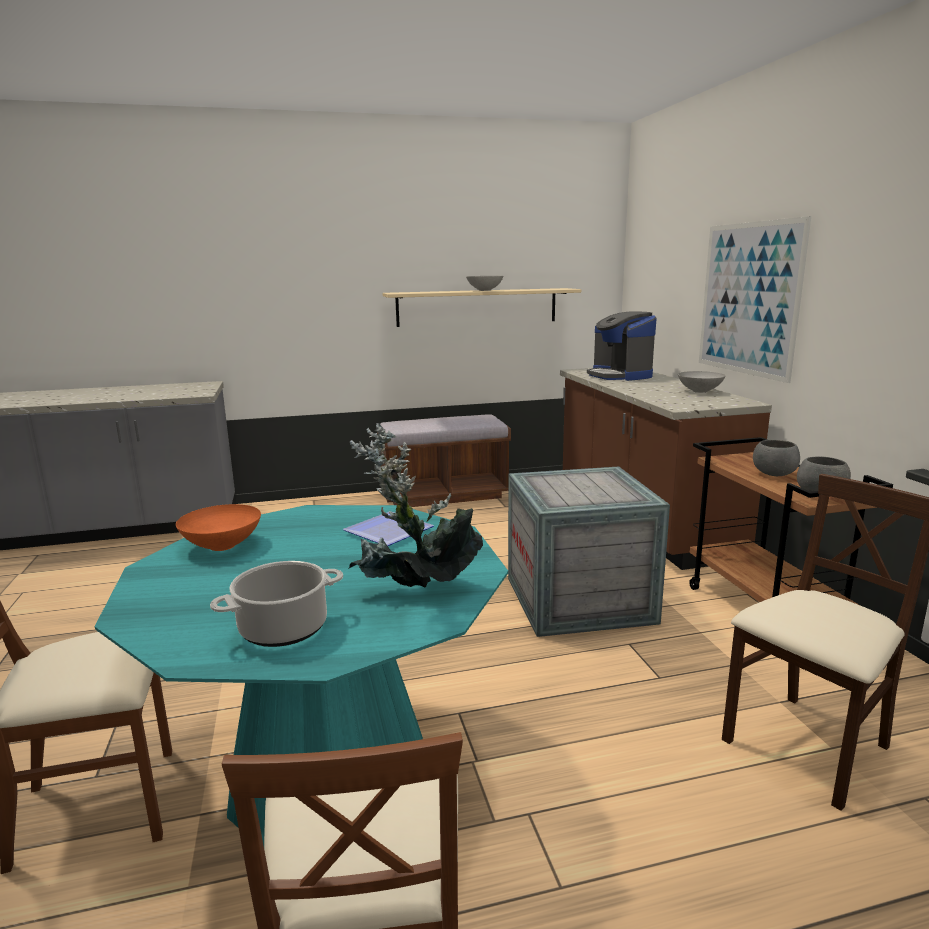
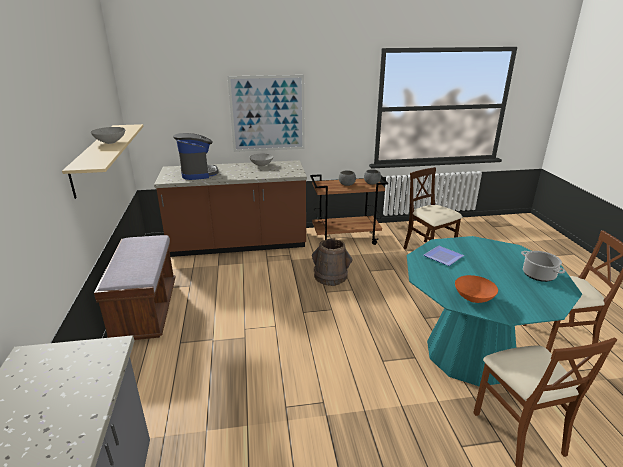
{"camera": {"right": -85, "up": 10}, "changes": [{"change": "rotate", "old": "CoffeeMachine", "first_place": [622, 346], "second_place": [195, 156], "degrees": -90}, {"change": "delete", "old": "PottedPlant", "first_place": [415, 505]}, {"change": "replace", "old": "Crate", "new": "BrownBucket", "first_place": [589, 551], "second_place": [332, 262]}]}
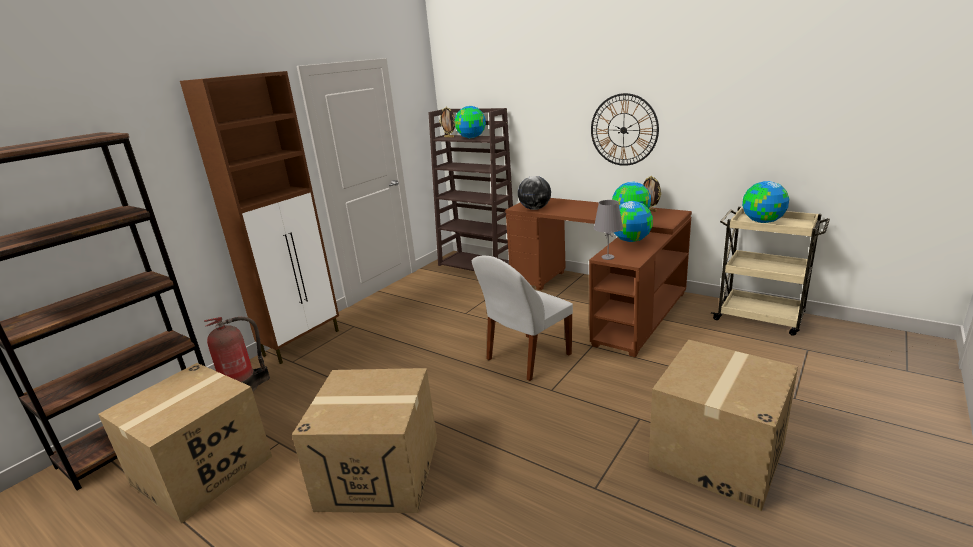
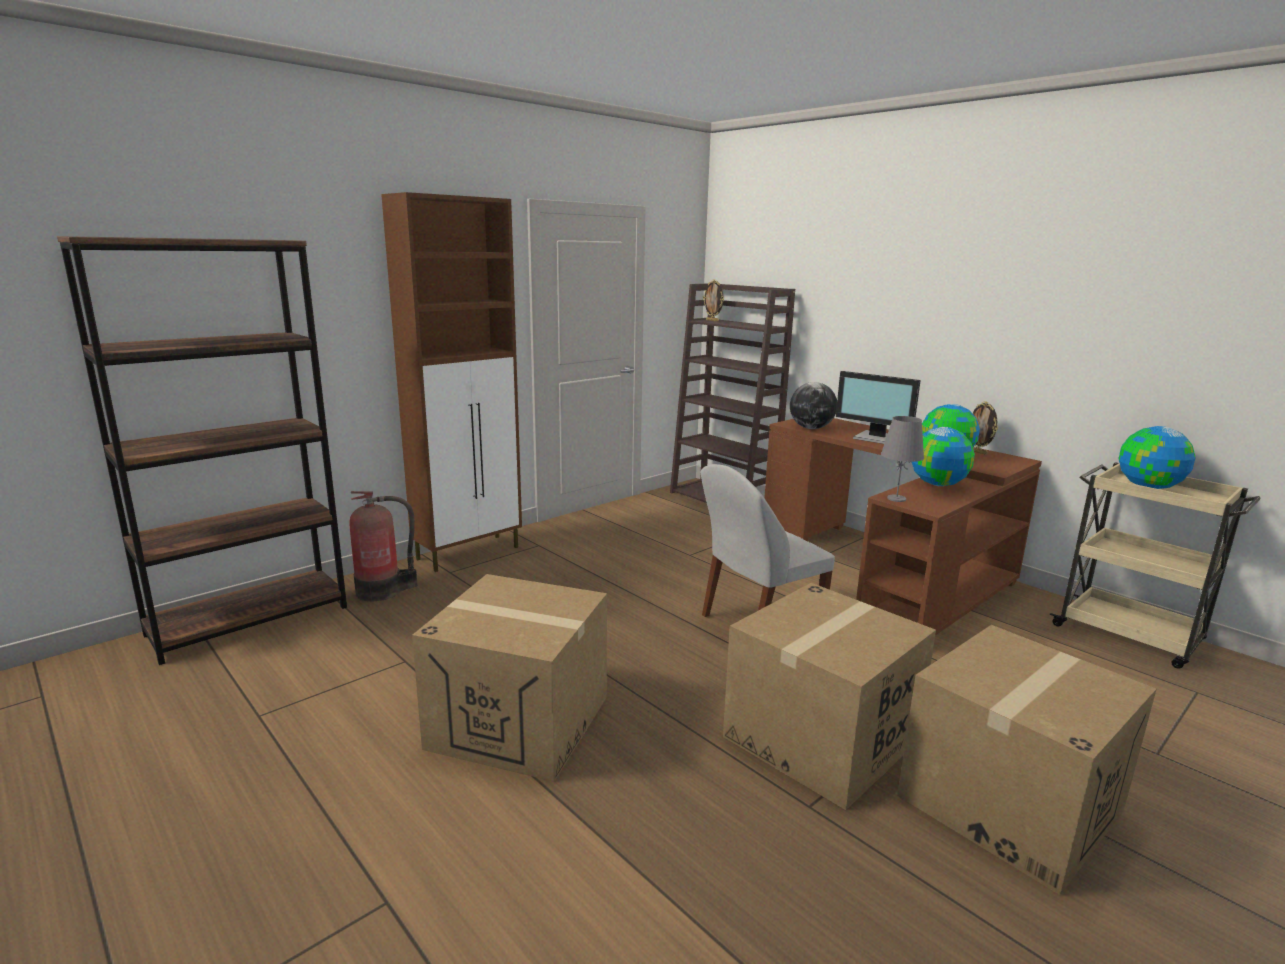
{"camera": {"right": 10, "up": -5}, "changes": [{"change": "delete", "old": "WallClock", "first_place": [625, 129]}, {"change": "delete", "old": "Globe", "first_place": [470, 122]}, {"change": "move", "old": "CardboardBox", "first_place": [185, 443], "second_place": [829, 696]}, {"change": "insert", "new": "Monitor", "second_place": [878, 407]}]}
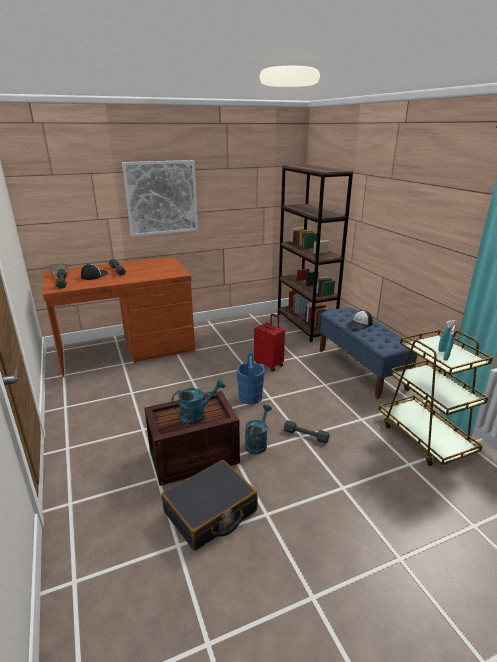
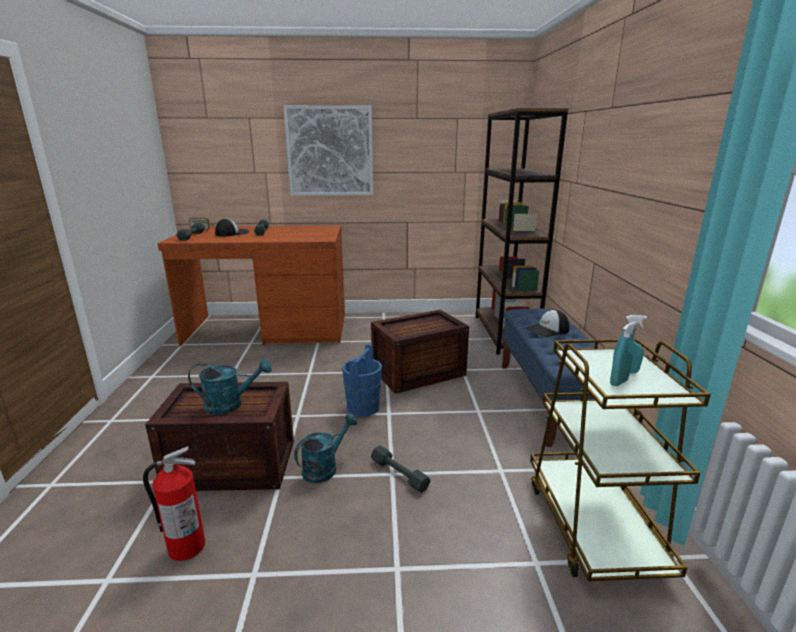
{"camera": {"right": 20, "up": -5}, "changes": [{"change": "replace", "old": "RedSuitcase", "new": "Crate", "first_place": [269, 343], "second_place": [420, 352]}, {"change": "replace", "old": "BlackSuitcase", "new": "FireExtinguisher", "first_place": [209, 505], "second_place": [174, 503]}]}
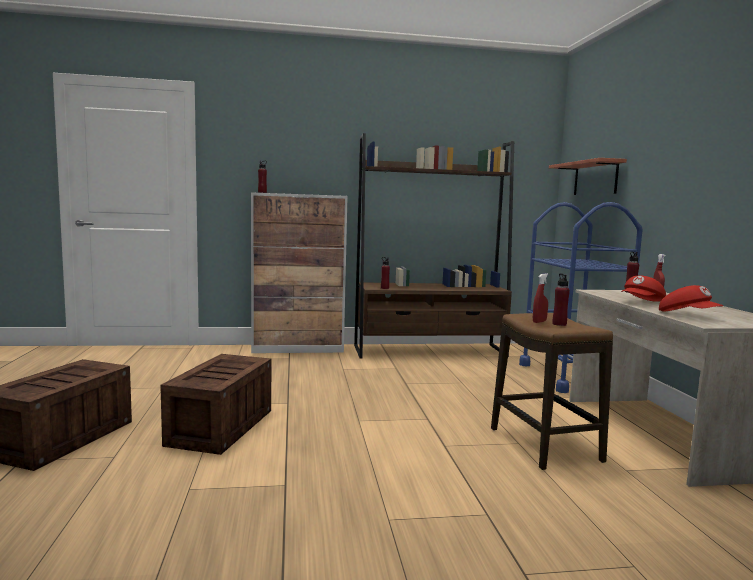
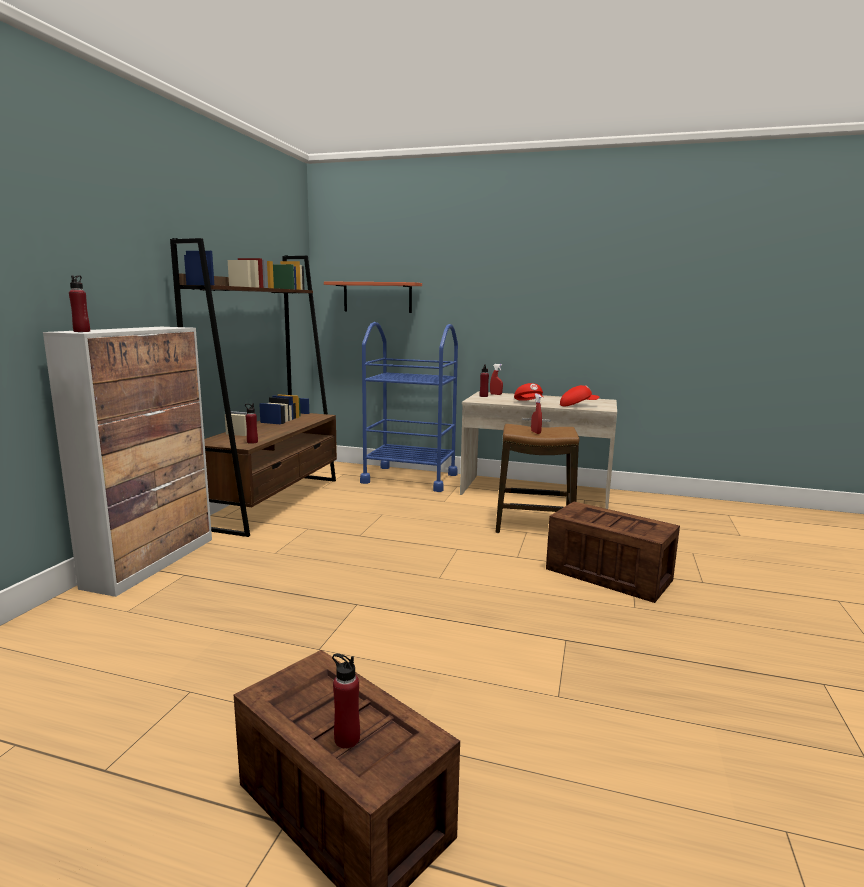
{"camera": {"right": -65, "up": 5}, "changes": [{"change": "move", "old": "RedBottle", "first_place": [561, 299], "second_place": [346, 701]}, {"change": "move", "old": "Crate", "first_place": [215, 404], "second_place": [613, 552]}]}
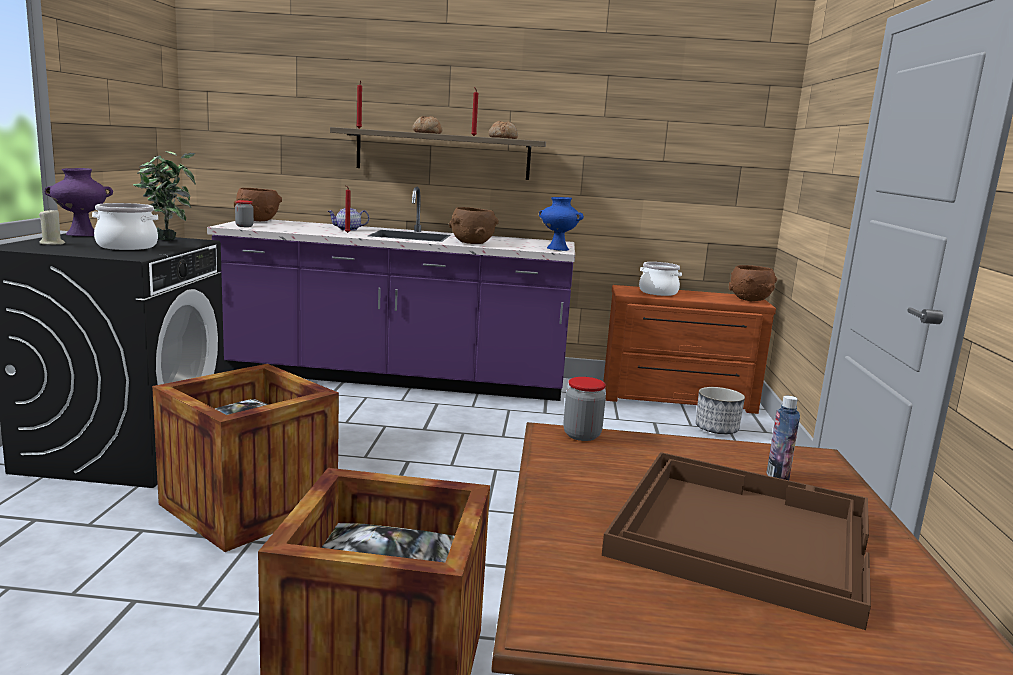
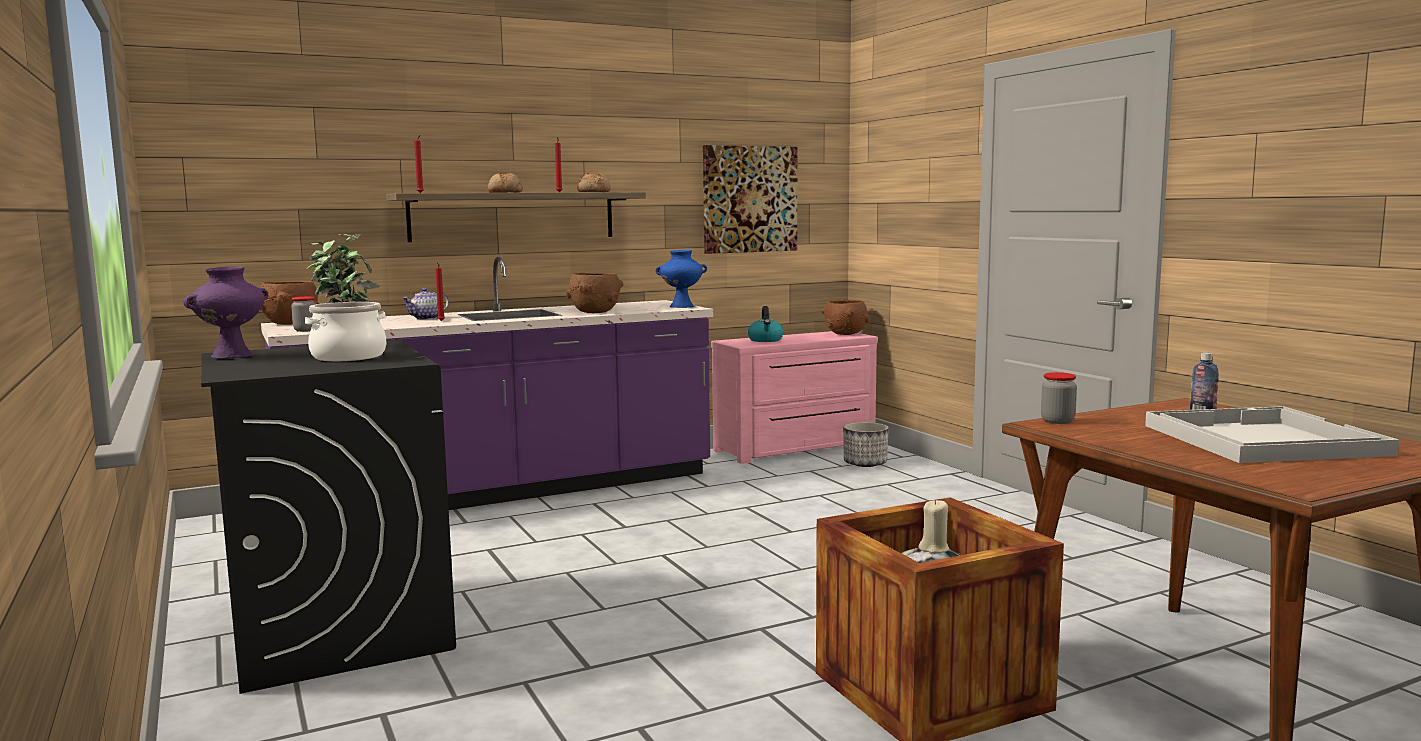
{"camera": {"right": -30, "up": -5}, "changes": [{"change": "move", "old": "BeigeCandle", "first_place": [52, 226], "second_place": [934, 526]}, {"change": "replace", "old": "CookingPot", "new": "Kettle", "first_place": [660, 279], "second_place": [766, 324]}, {"change": "recolor", "old": "BrownDresser", "new": "PinkDresser", "first_place": [689, 349], "second_place": [794, 397]}, {"change": "delete", "old": "Crate", "first_place": [245, 458]}, {"change": "recolor", "old": "BrownTray", "new": "WhiteTray", "first_place": [736, 541], "second_place": [1272, 434]}, {"change": "insert", "new": "Picture", "second_place": [750, 199]}]}
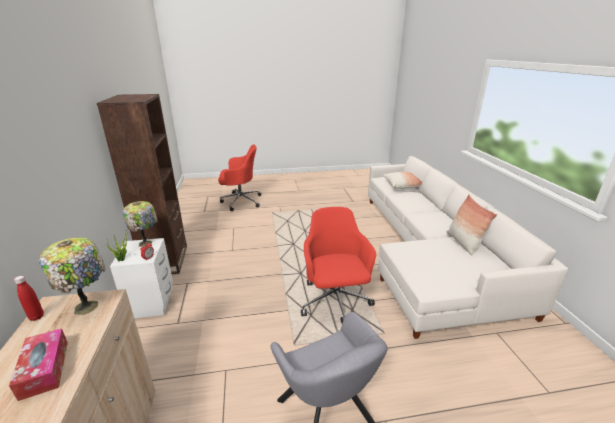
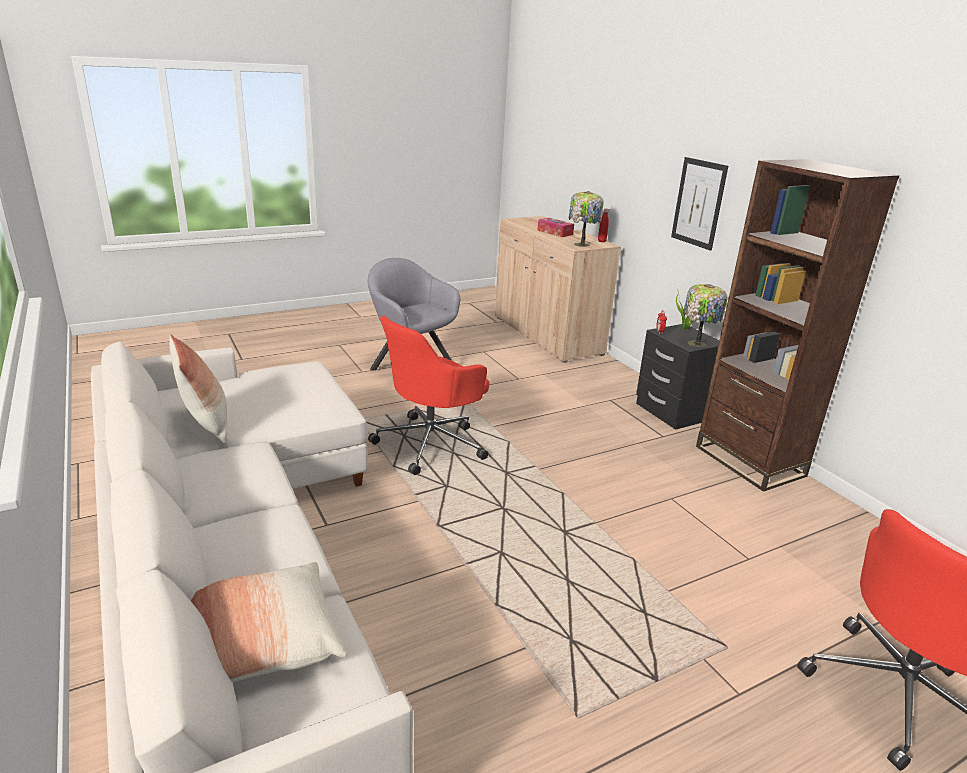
{"camera": {"right": 160, "up": 0}, "changes": [{"change": "rotate", "old": "RedOfficeChair", "first_place": [338, 265], "second_place": [428, 395], "degrees": 75}, {"change": "recolor", "old": "WhiteNightstand", "new": "BlackNightstand", "first_place": [141, 278], "second_place": [677, 377]}, {"change": "insert", "new": "Picture", "second_place": [699, 204]}]}
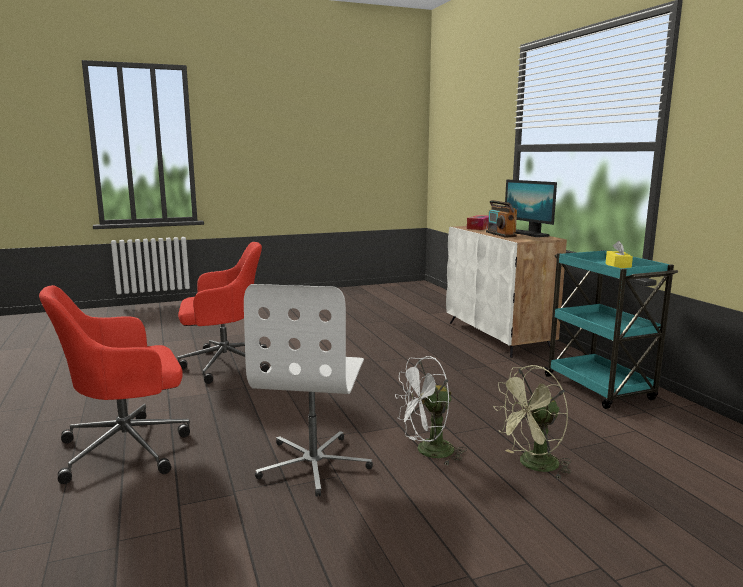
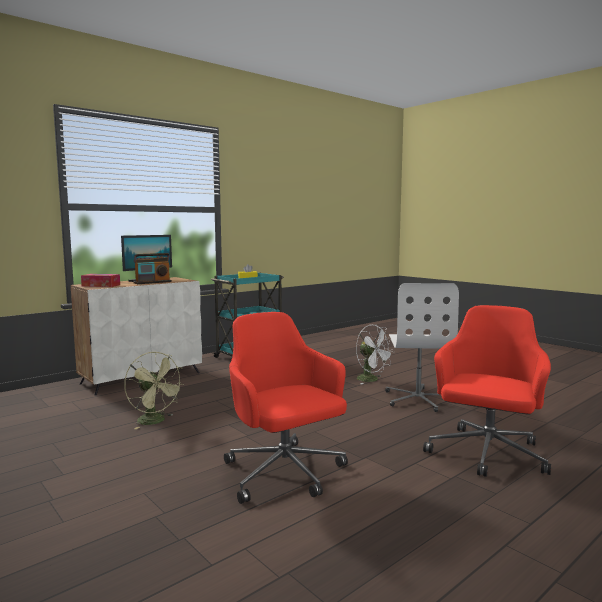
{"camera": {"right": -110, "up": -5}, "changes": [{"change": "rotate", "old": "WhiteOfficeChair", "first_place": [308, 390], "second_place": [422, 347], "degrees": 105}, {"change": "rotate", "old": "RedOfficeChair", "first_place": [114, 384], "second_place": [487, 391], "degrees": -105}, {"change": "move", "old": "GreenFan", "first_place": [532, 421], "second_place": [154, 390]}]}
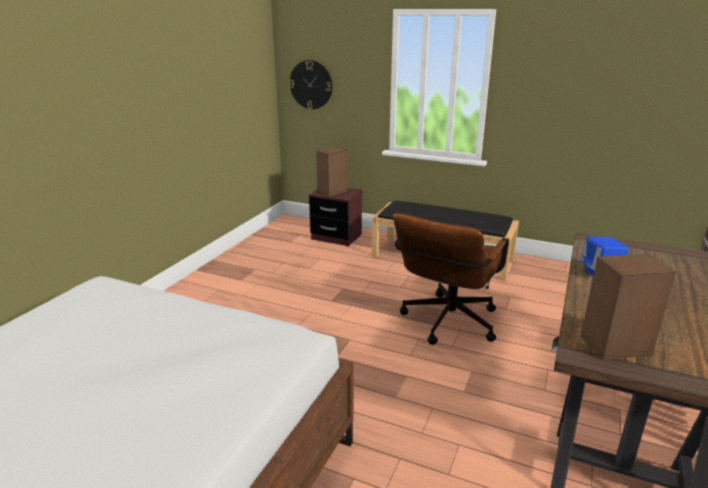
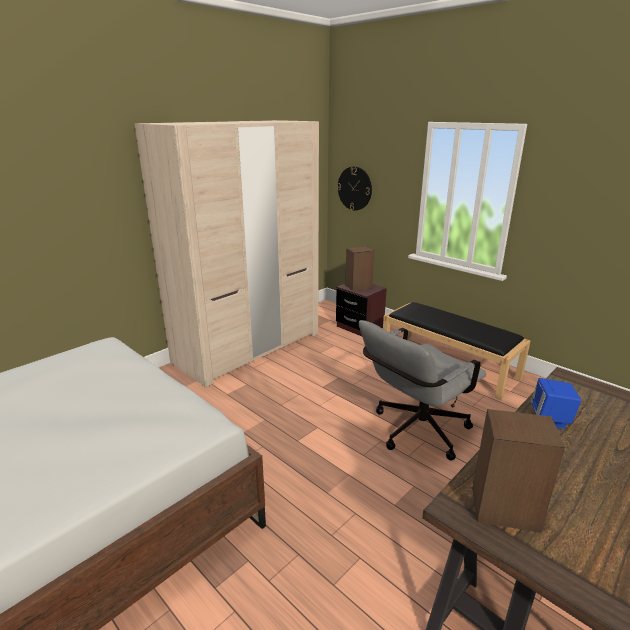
{"camera": {"right": 20, "up": 0}, "changes": [{"change": "recolor", "old": "BrownOfficeChair", "new": "GreyOfficeChair", "first_place": [451, 279], "second_place": [422, 390]}, {"change": "insert", "new": "BeigeWardrobe", "second_place": [227, 253]}]}
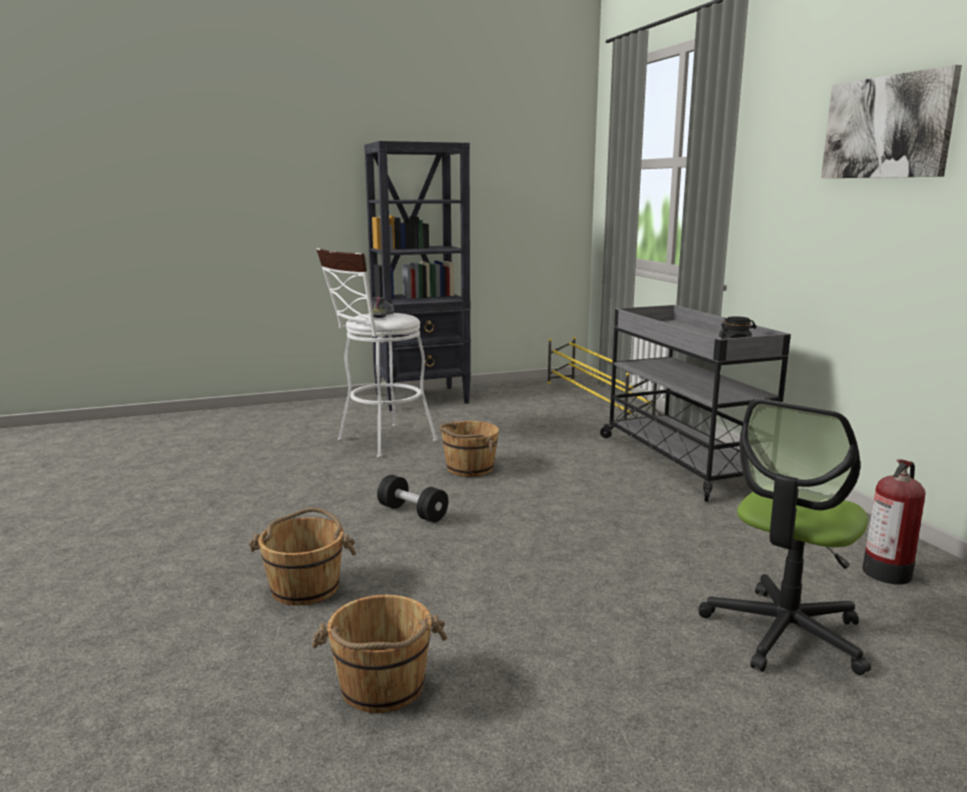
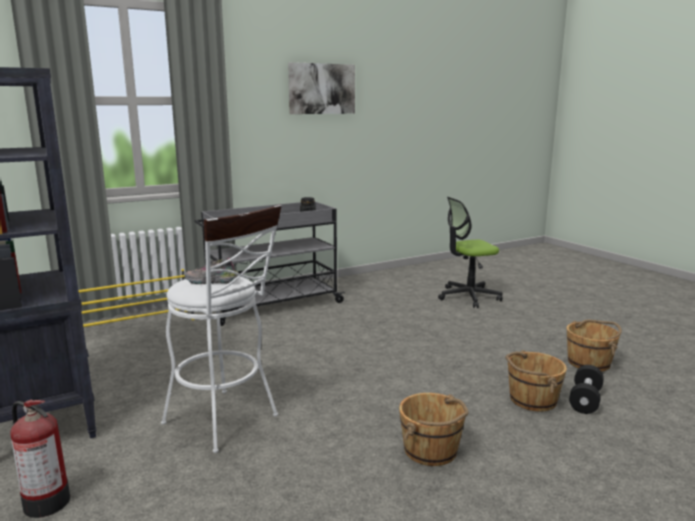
{"camera": {"right": -100, "up": 0}, "changes": [{"change": "rotate", "old": "OfficeChair", "first_place": [784, 536], "second_place": [470, 252], "degrees": 135}, {"change": "move", "old": "BrownBucket", "first_place": [469, 449], "second_place": [434, 429]}, {"change": "move", "old": "FireExtinguisher", "first_place": [894, 521], "second_place": [40, 459]}, {"change": "move", "old": "BlackDumbbell", "first_place": [412, 498], "second_place": [586, 389]}]}
